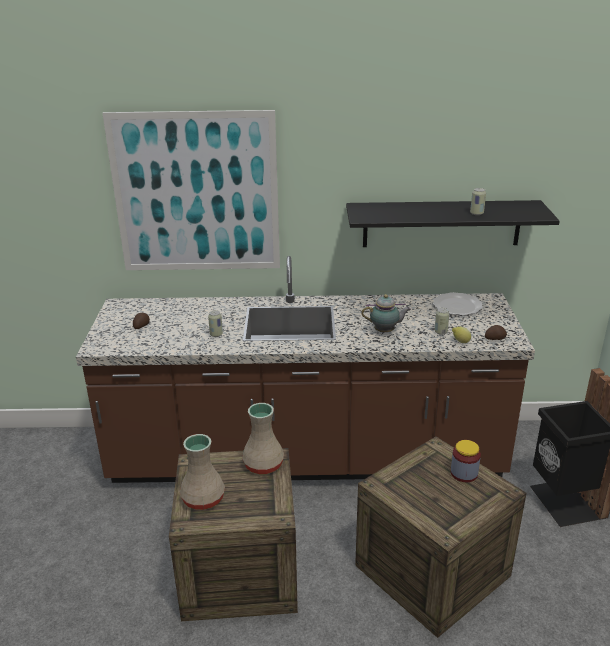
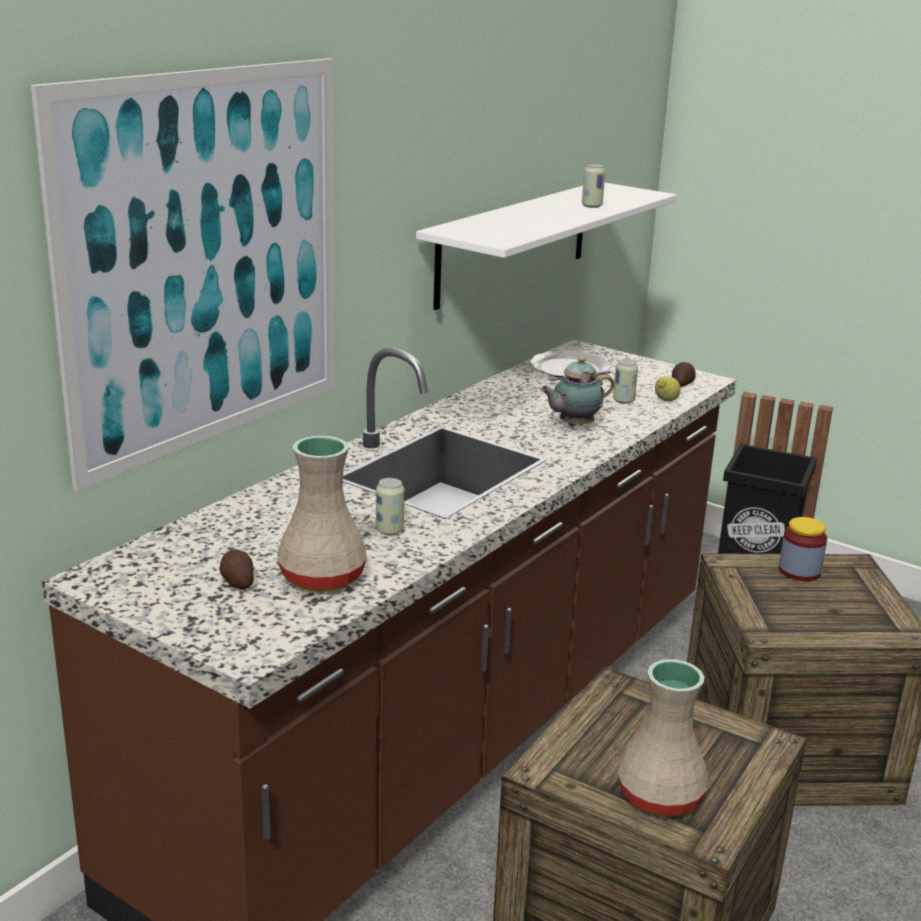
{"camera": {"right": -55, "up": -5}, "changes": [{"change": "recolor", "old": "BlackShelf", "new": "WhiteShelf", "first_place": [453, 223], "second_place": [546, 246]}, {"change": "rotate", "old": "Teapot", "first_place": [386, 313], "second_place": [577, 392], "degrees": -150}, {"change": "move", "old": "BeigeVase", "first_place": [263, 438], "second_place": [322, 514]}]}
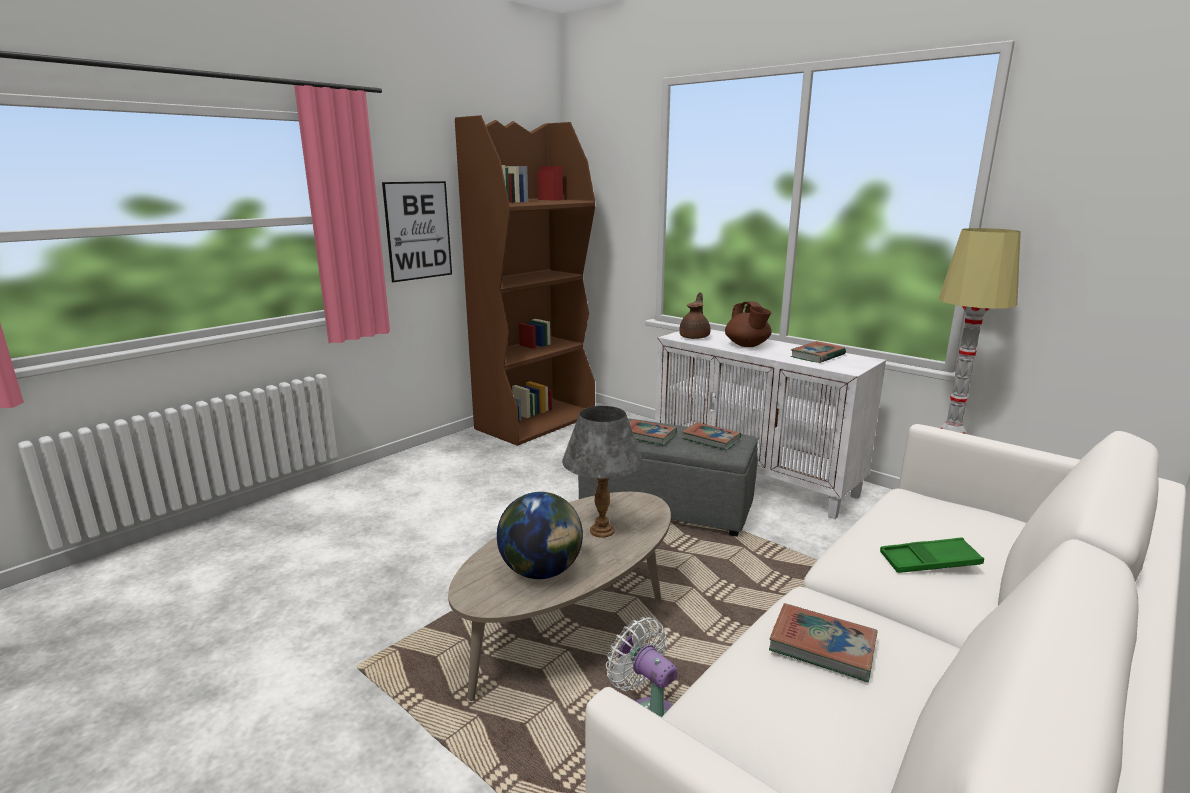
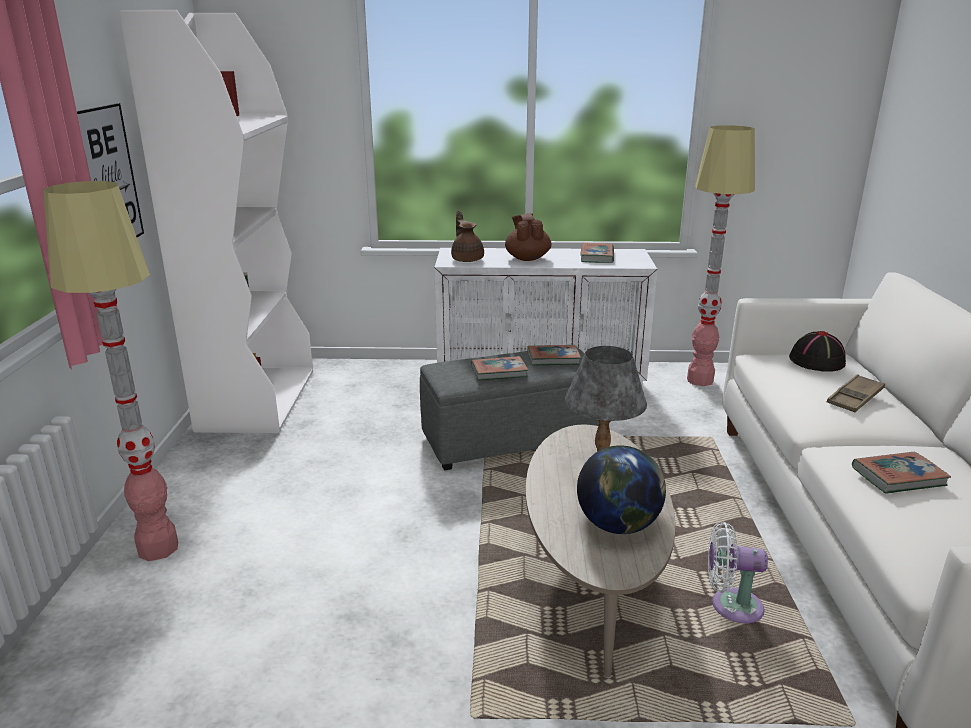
{"camera": {"right": -40, "up": 5}, "changes": [{"change": "recolor", "old": "BrownBookcase", "new": "WhiteBookcase", "first_place": [525, 280], "second_place": [216, 221]}, {"change": "rotate", "old": "BrownTeapot", "first_place": [748, 324], "second_place": [528, 237], "degrees": -135}, {"change": "recolor", "old": "GreenTray", "new": "BrownTray", "first_place": [932, 555], "second_place": [856, 393]}, {"change": "insert", "new": "FloorLamp", "second_place": [110, 371]}, {"change": "insert", "new": "BlackHat", "second_place": [817, 351]}]}
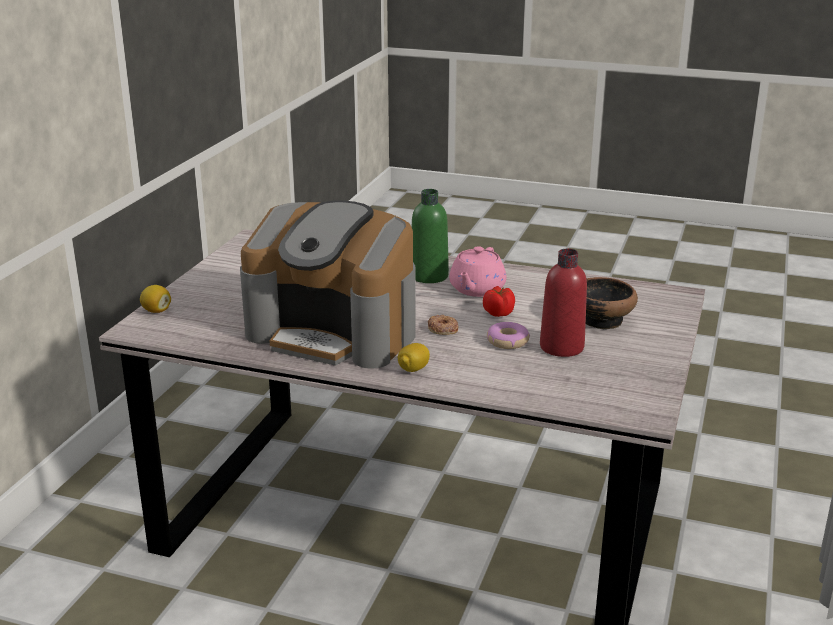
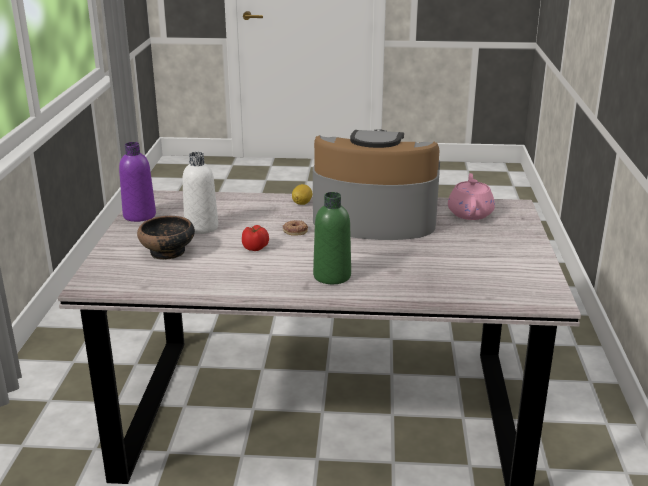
{"camera": {"right": 165, "up": 0}, "changes": [{"change": "move", "old": "PinkTeapot", "first_place": [477, 271], "second_place": [471, 196]}, {"change": "recolor", "old": "RedBottle", "new": "WhiteBottle", "first_place": [563, 303], "second_place": [200, 193]}, {"change": "delete", "old": "Lemon", "first_place": [155, 299]}, {"change": "delete", "old": "Donut", "first_place": [508, 335]}, {"change": "insert", "new": "PurpleBottle", "second_place": [137, 182]}]}
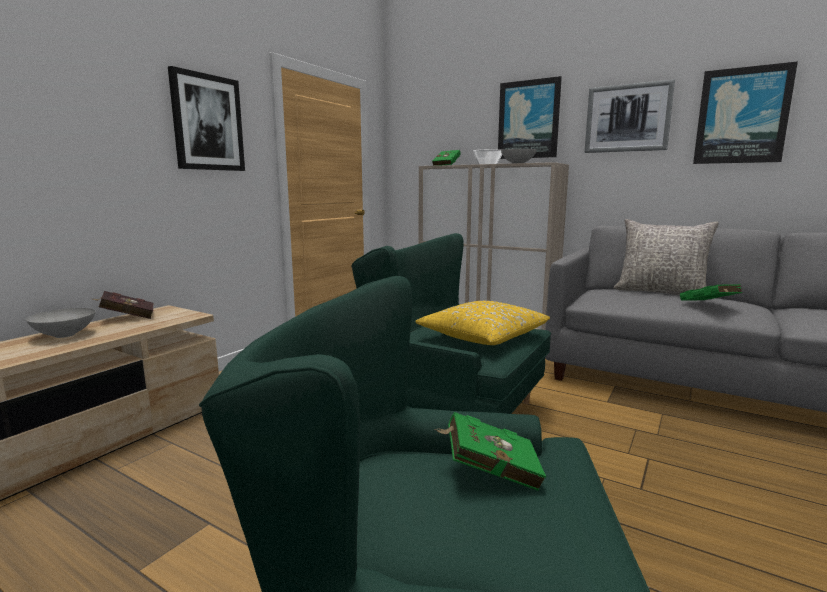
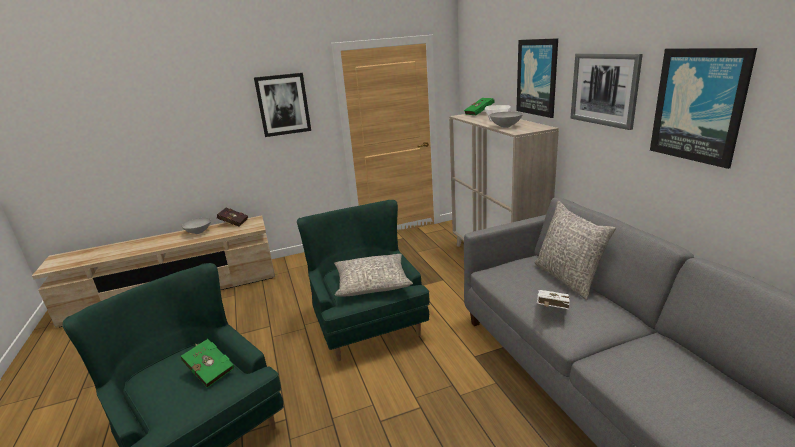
{"camera": {"right": 40, "up": 10}, "changes": [{"change": "recolor", "old": "GreenBook", "new": "WhiteBook", "first_place": [711, 292], "second_place": [553, 299]}, {"change": "recolor", "old": "YellowPillow", "new": "GreyPillow", "first_place": [482, 323], "second_place": [373, 275]}]}
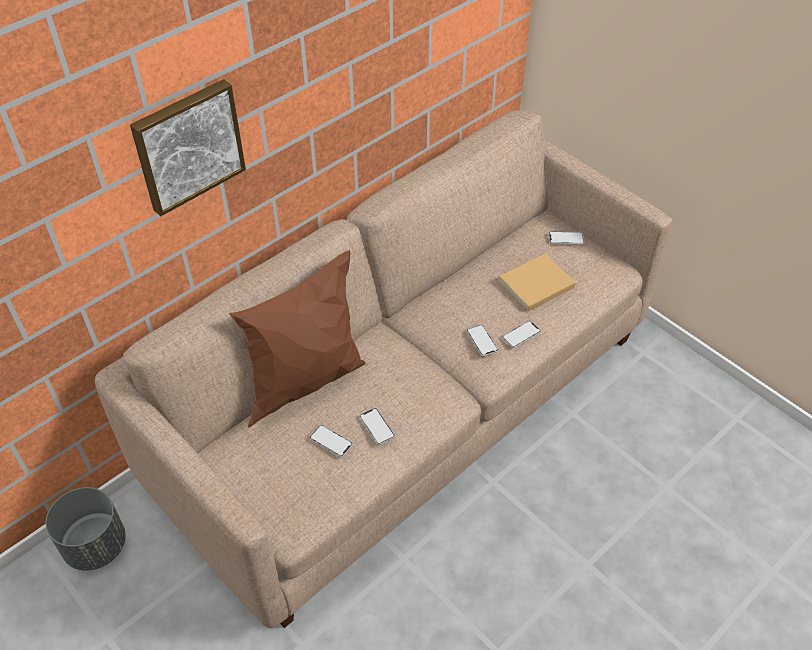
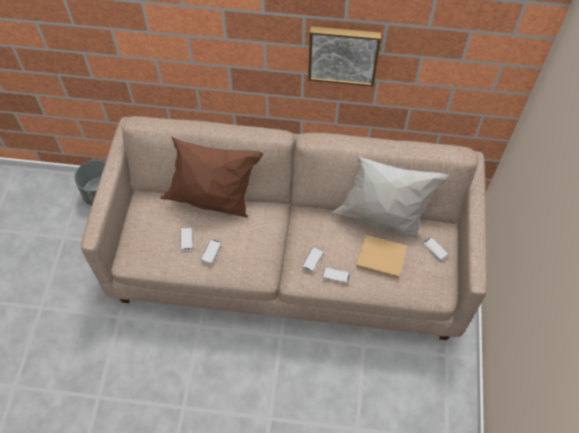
{"camera": {"right": 50, "up": 10}, "changes": [{"change": "move", "old": "Picture", "first_place": [188, 147], "second_place": [344, 56]}, {"change": "insert", "new": "WhitePillow", "second_place": [391, 196]}]}
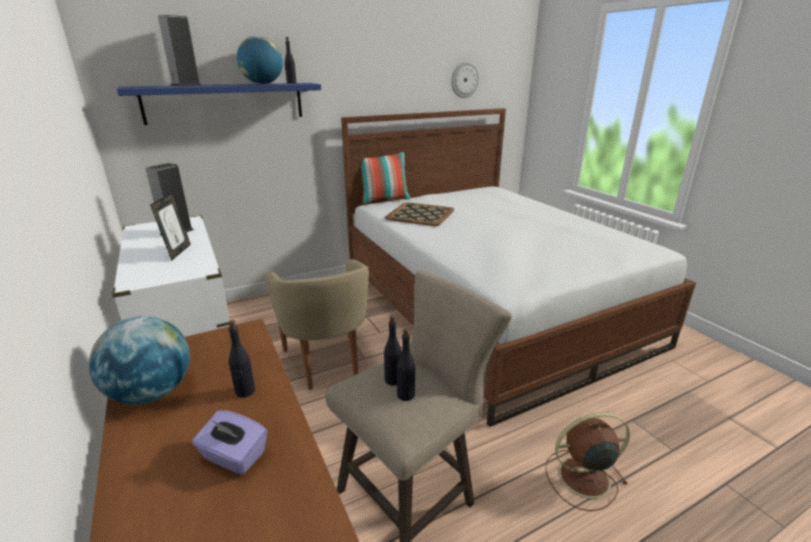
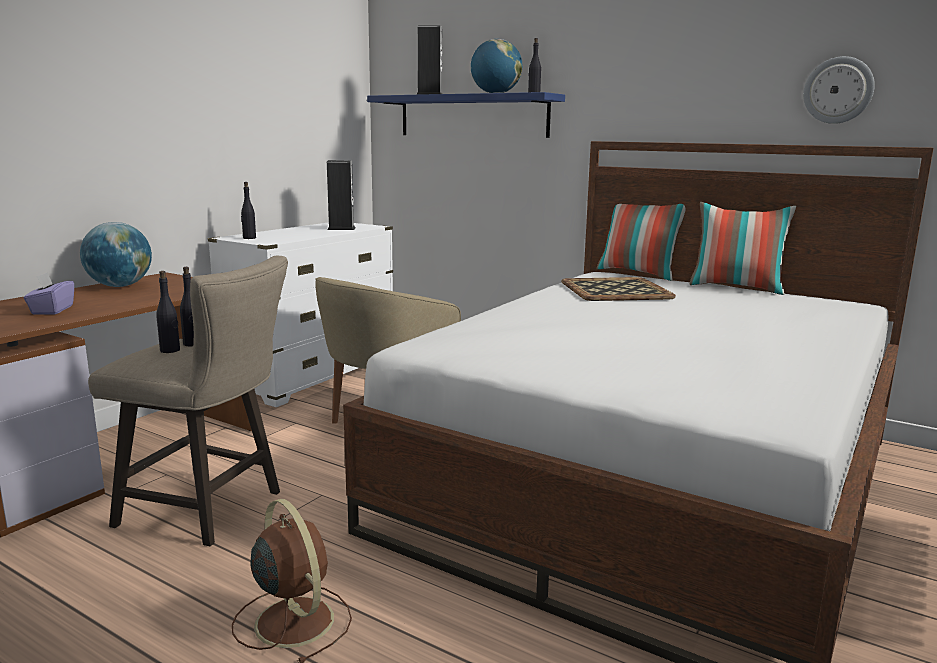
{"camera": {"right": 60, "up": -10}, "changes": [{"change": "delete", "old": "PictureFrame", "first_place": [170, 227]}, {"change": "move", "old": "BlackBottle", "first_place": [241, 359], "second_place": [248, 210]}, {"change": "insert", "new": "Pillow", "second_place": [743, 248]}]}
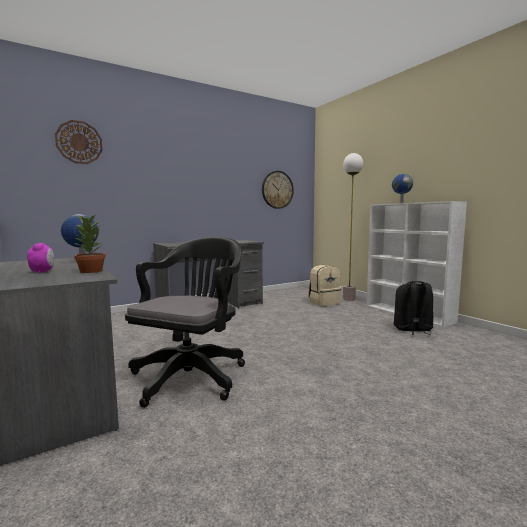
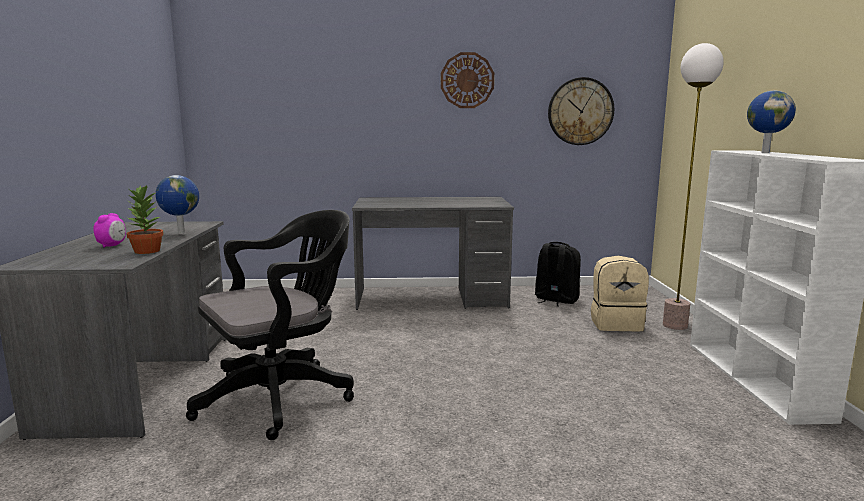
{"camera": {"right": 30, "up": 5}, "changes": [{"change": "move", "old": "WallClock", "first_place": [79, 142], "second_place": [467, 80]}, {"change": "move", "old": "BlackBackpack", "first_place": [413, 308], "second_place": [558, 274]}]}
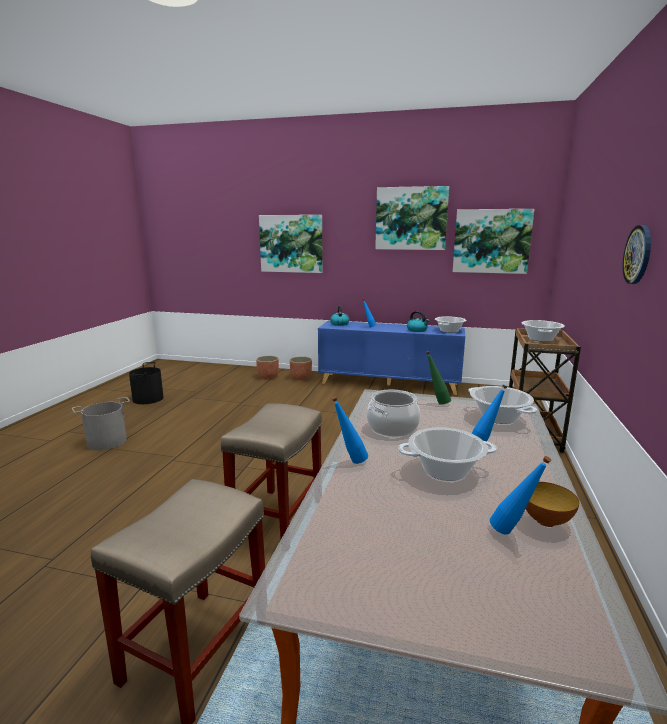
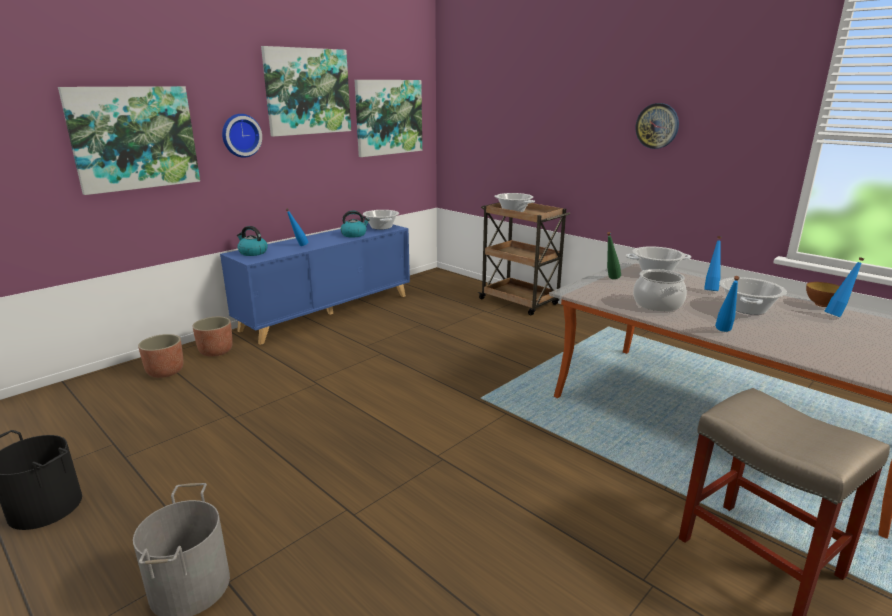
{"camera": {"right": -60, "up": 5}, "changes": [{"change": "delete", "old": "BeigeStool", "first_place": [271, 471]}, {"change": "insert", "new": "WallClock", "second_place": [242, 136]}]}
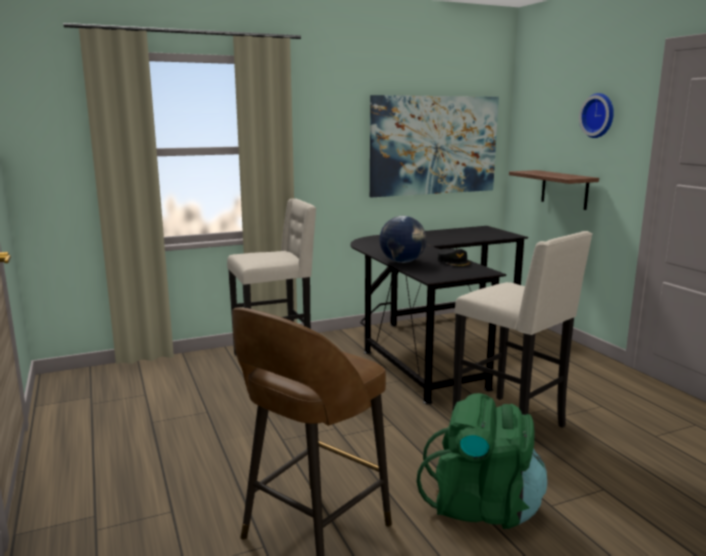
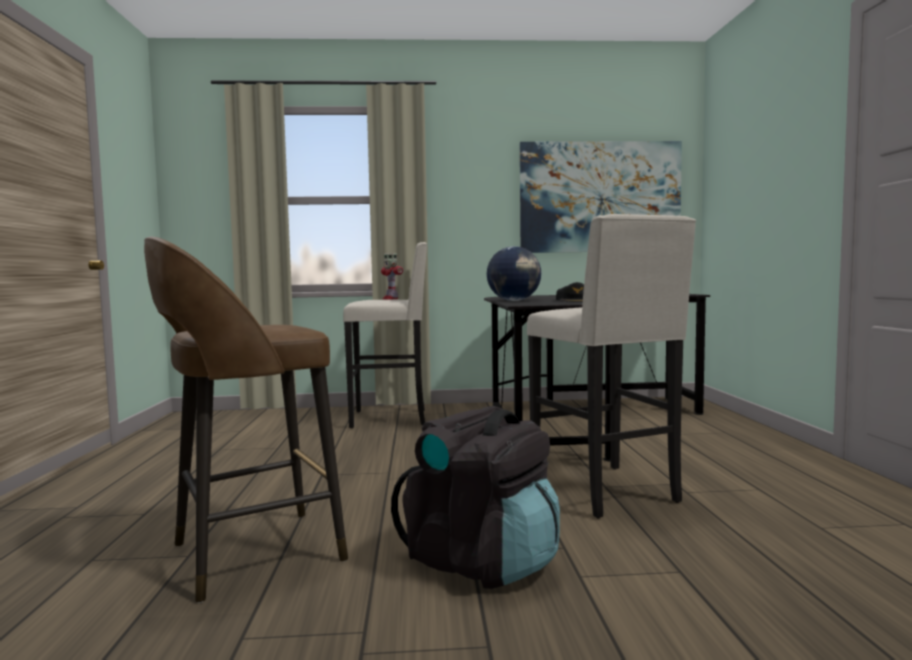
{"camera": {"right": 20, "up": -10}, "changes": [{"change": "delete", "old": "WallClock", "first_place": [596, 115]}, {"change": "delete", "old": "Shelf", "first_place": [554, 190]}, {"change": "recolor", "old": "GreenBackpack", "new": "BlackBackpack", "first_place": [481, 461], "second_place": [475, 497]}, {"change": "insert", "new": "ToyRobot", "second_place": [392, 276]}]}
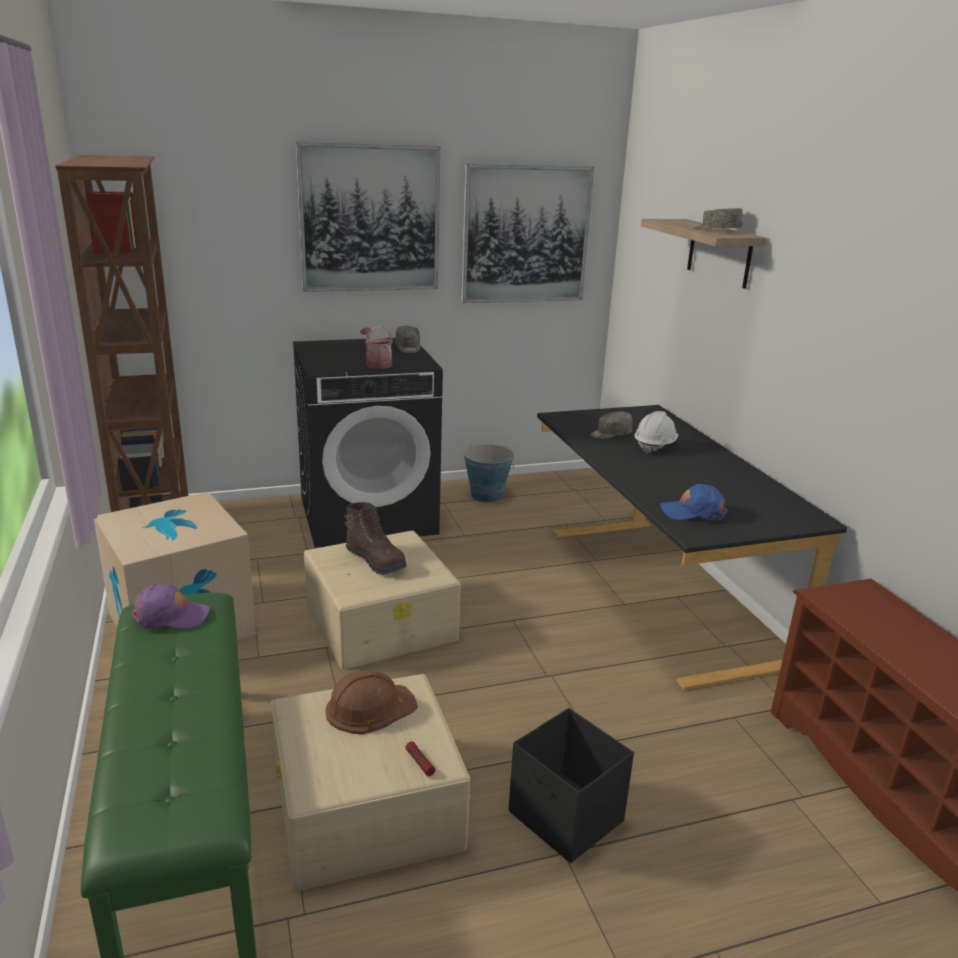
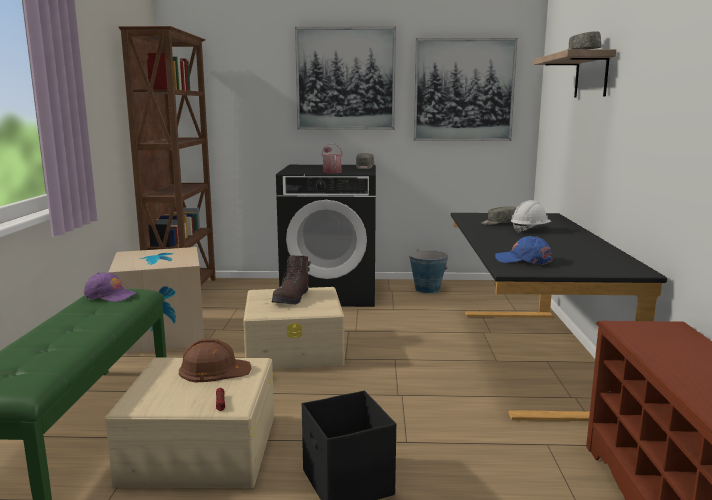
{"camera": {"right": 20, "up": -10}, "changes": [{"change": "rotate", "old": "BrownBoot", "first_place": [375, 538], "second_place": [291, 280], "degrees": 45}]}
